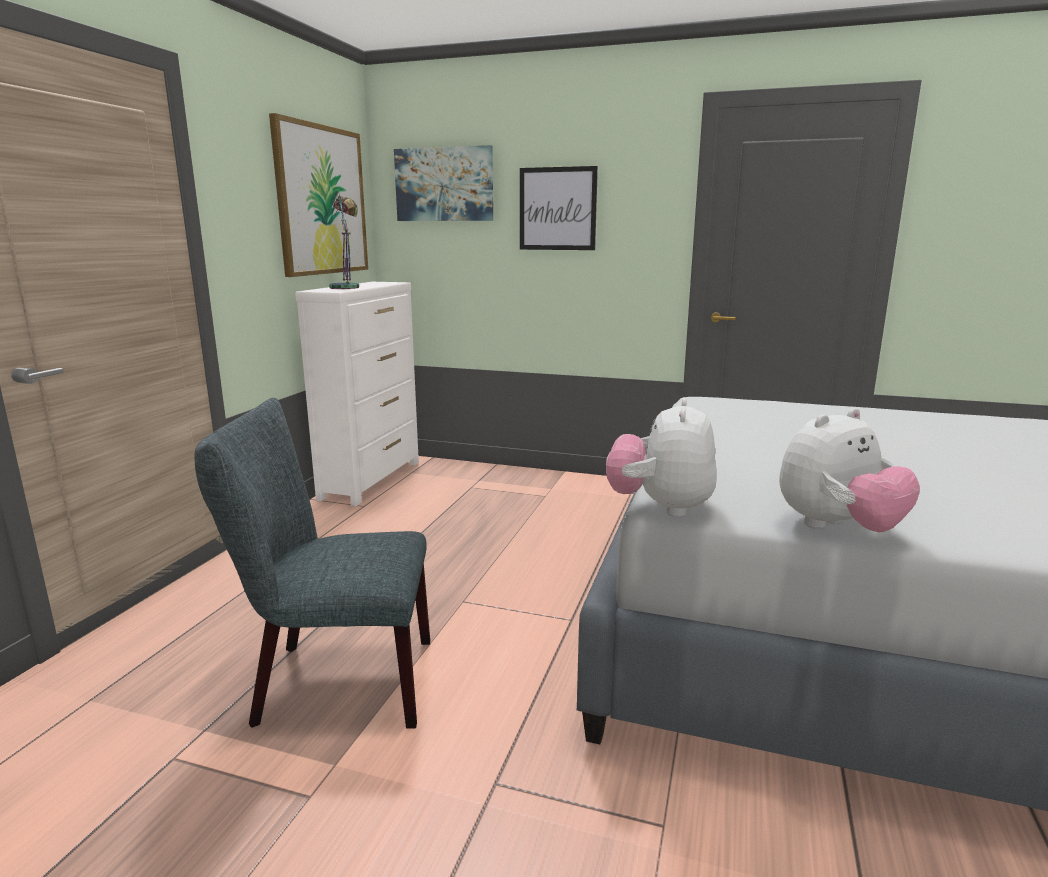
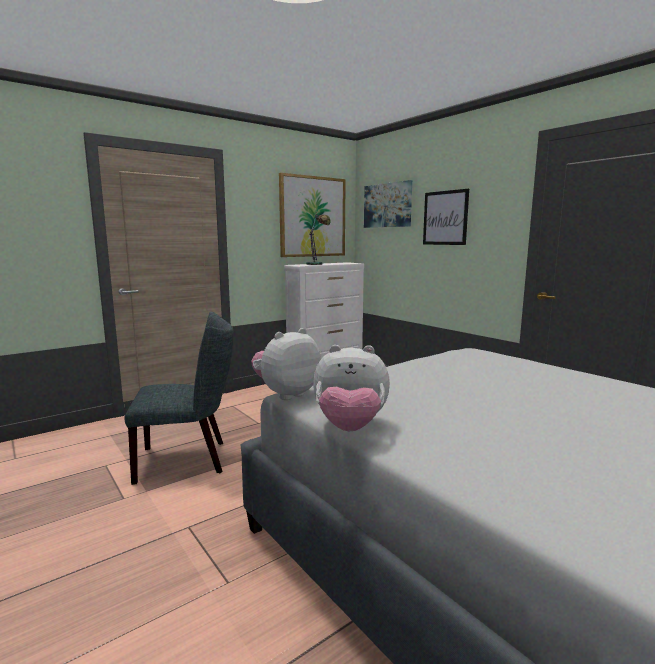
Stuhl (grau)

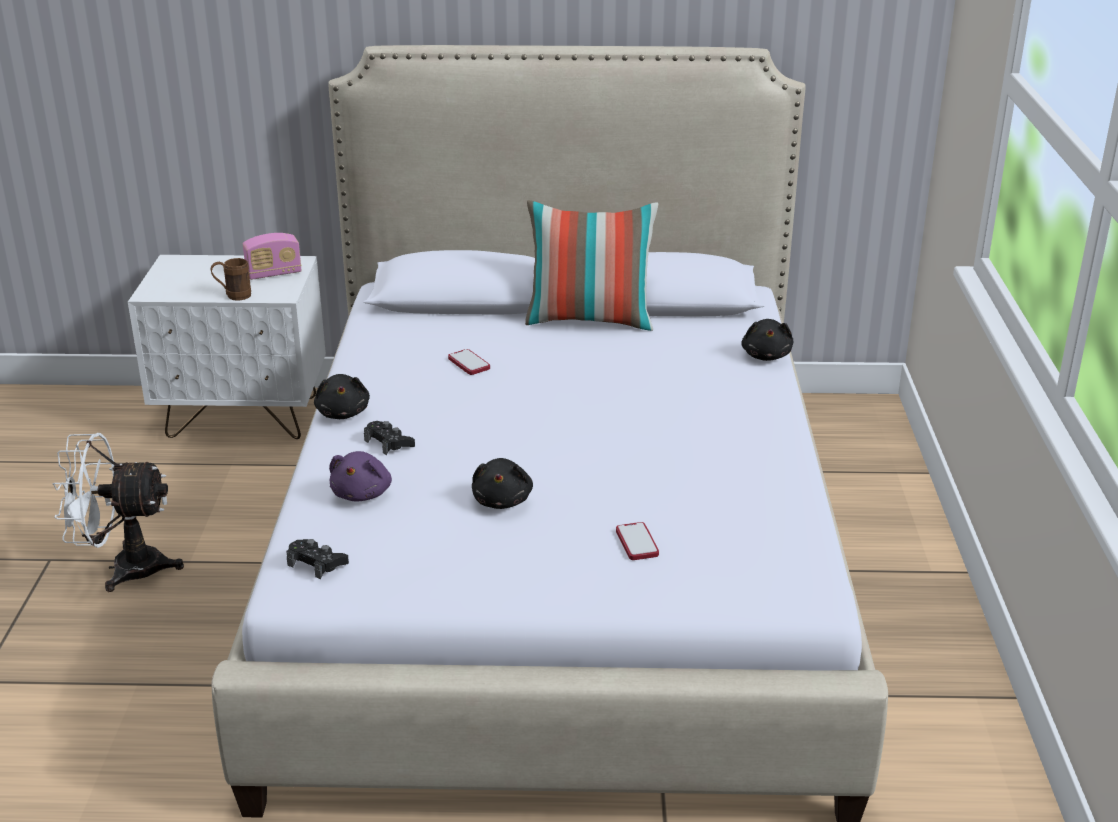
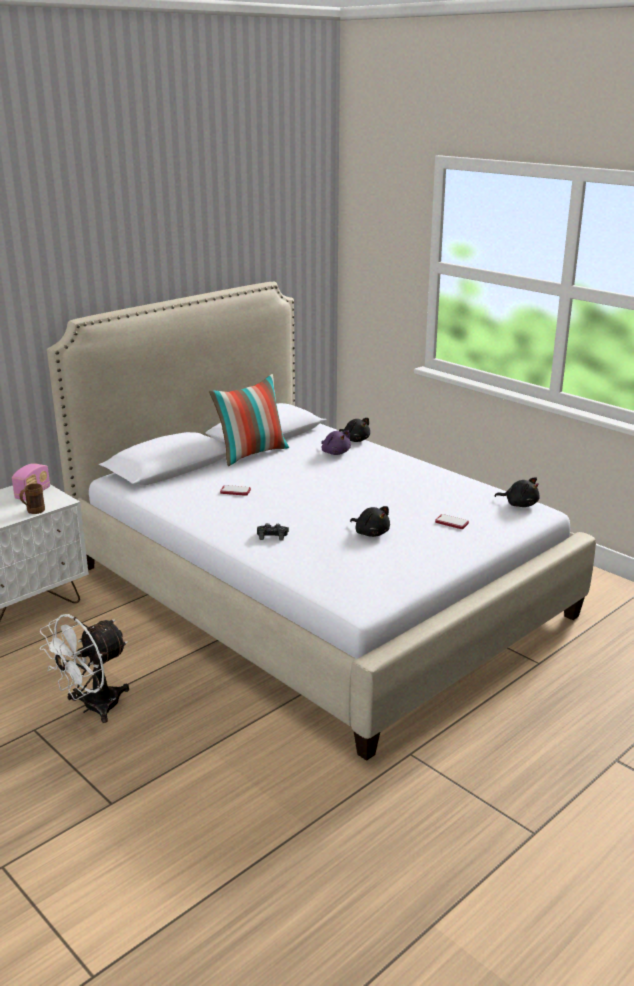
Gamepad (schwarz) (no. 1 from left in the first image)
Plüschtier (schwarz) (no. 3 from left)
Plüschtier (lila)

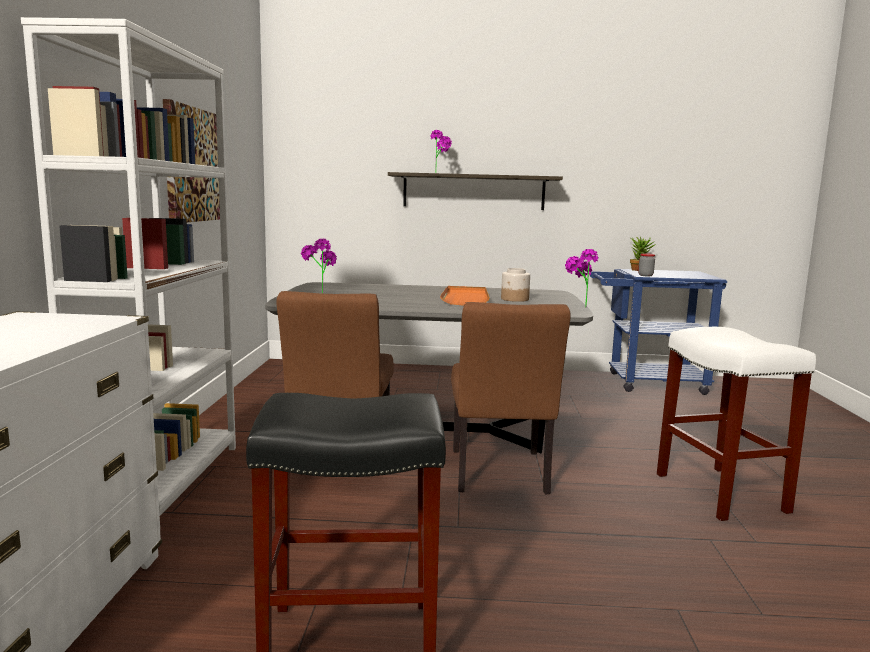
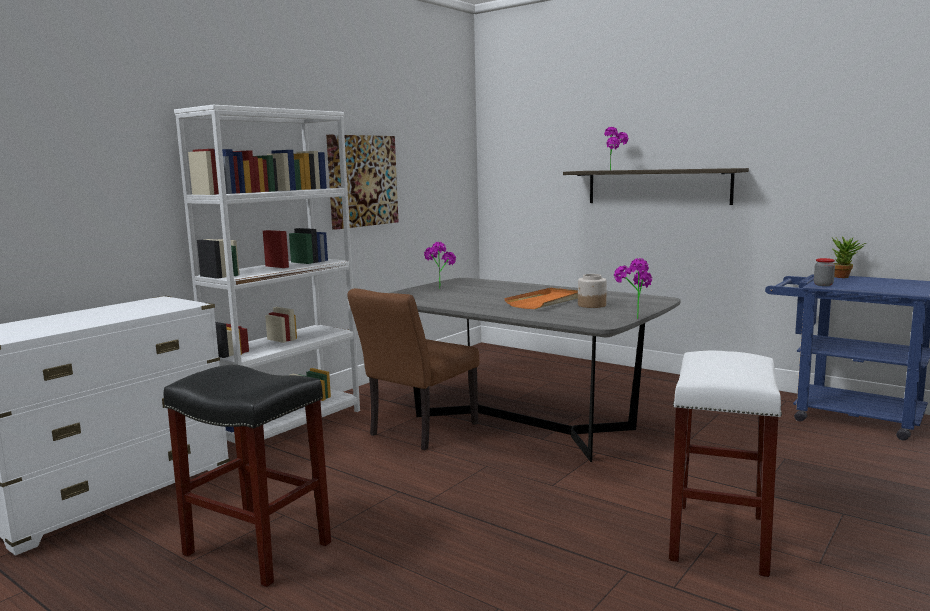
Stuhl (braun) (no. 2 from left in the first image)

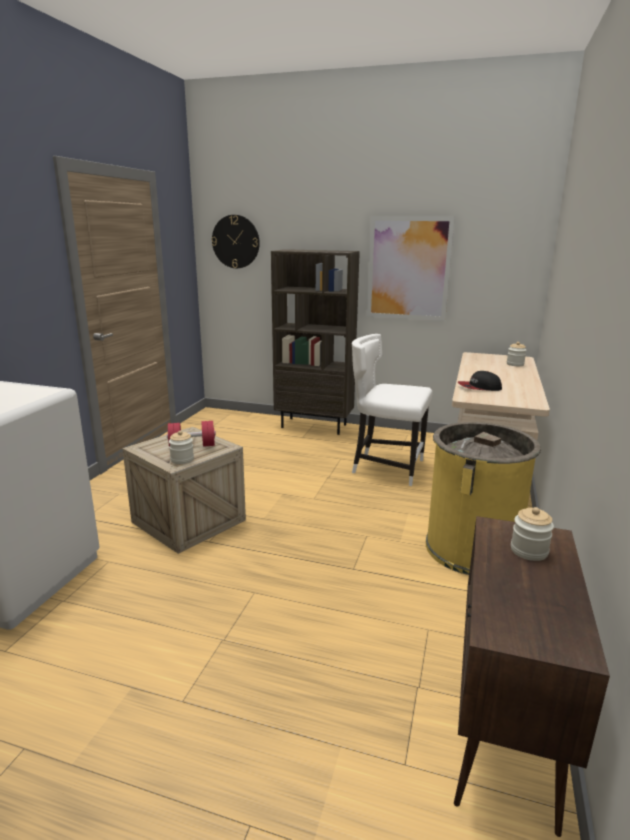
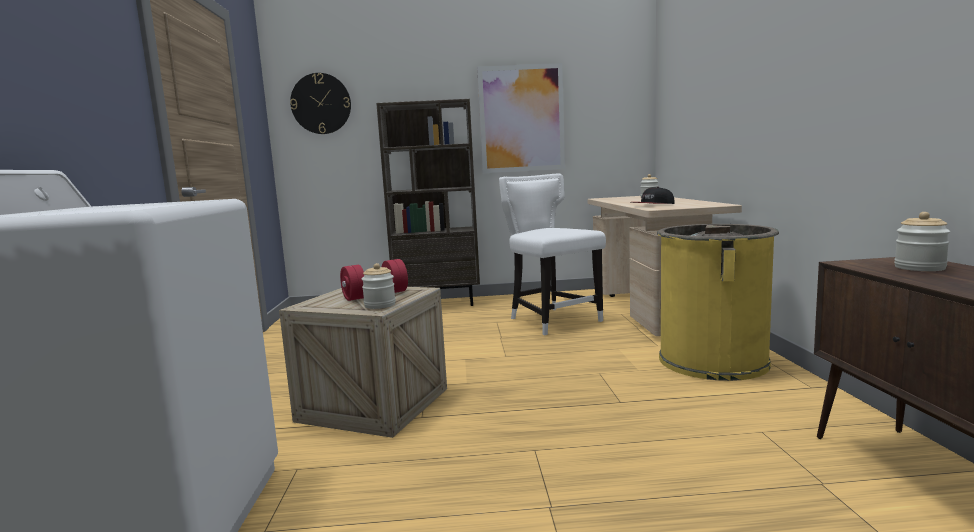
Stuhl (weiß)

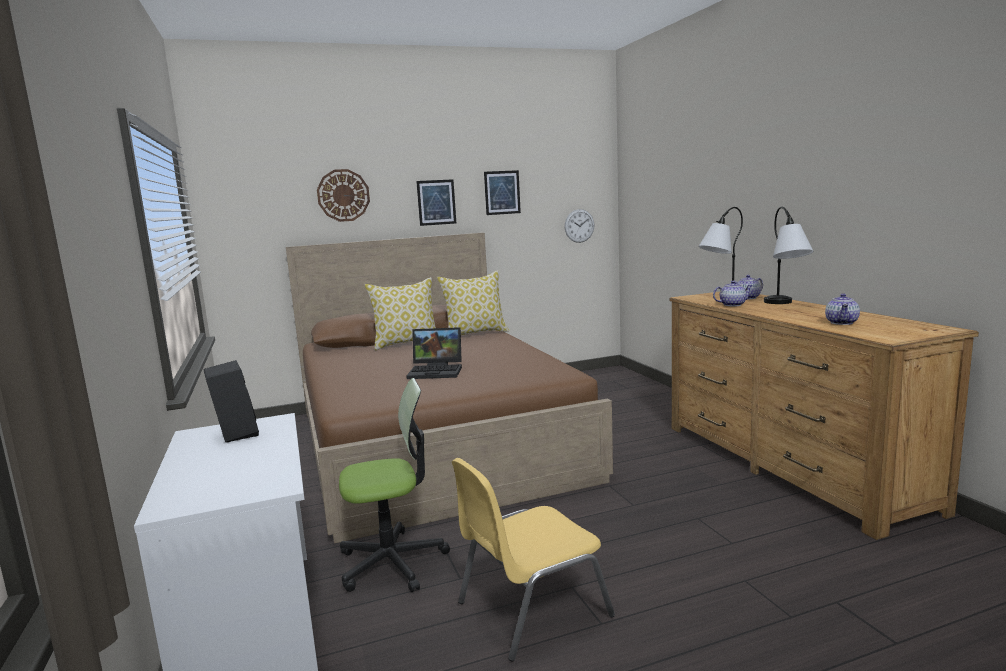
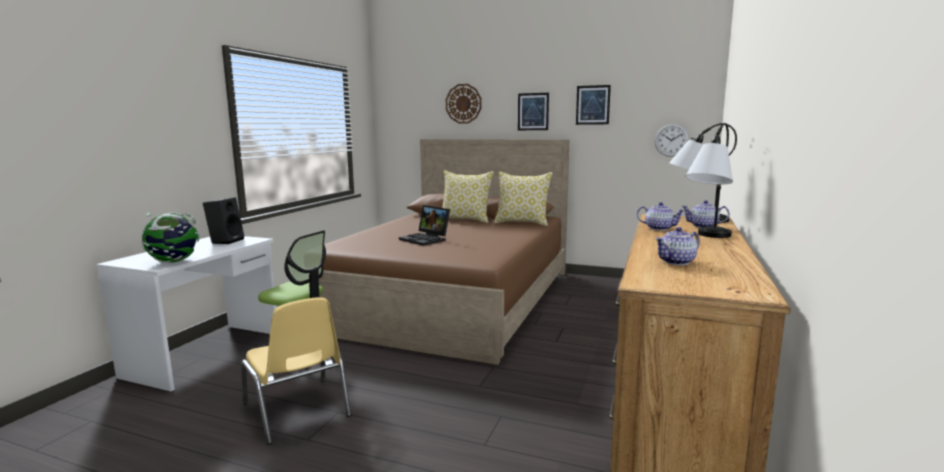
Globus
Stuhl (gelb)

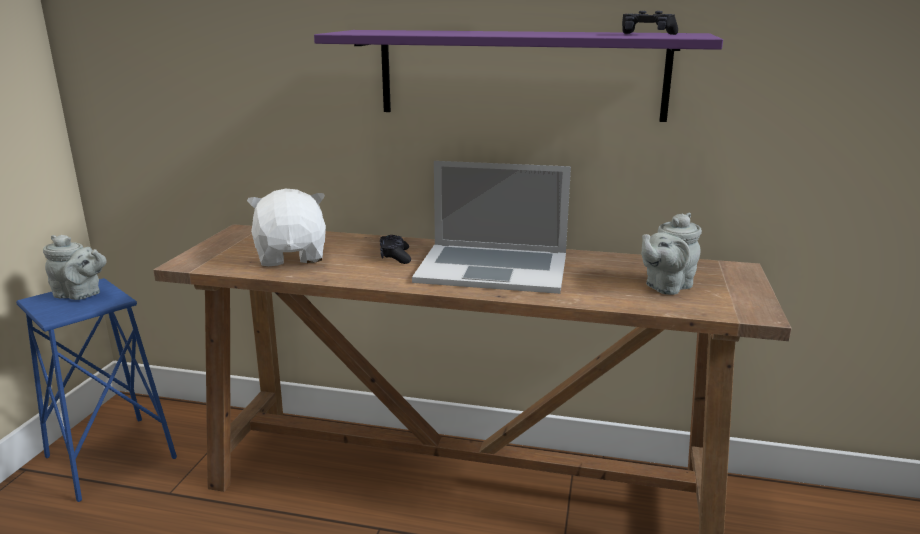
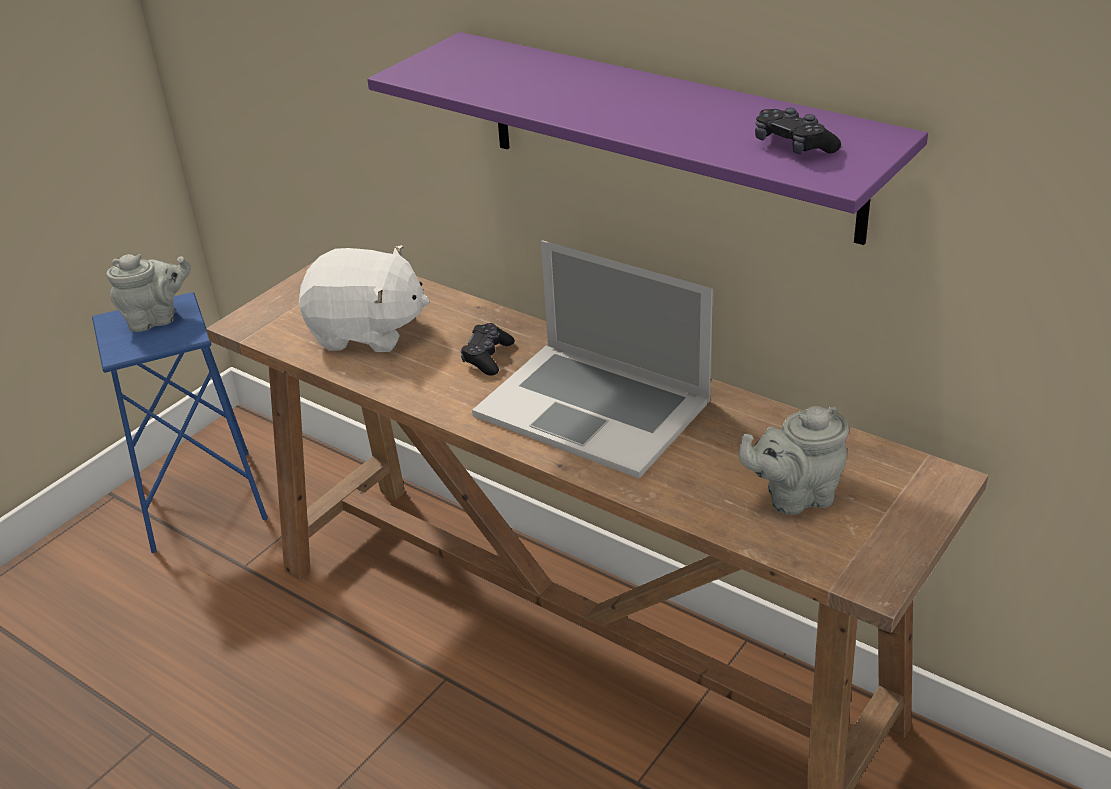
Teekanne (grau) (no. 1 from left)
Plüschtier (weiß)

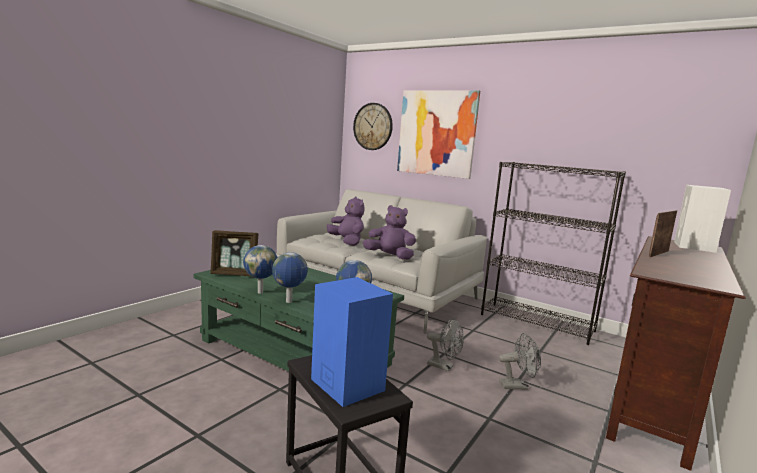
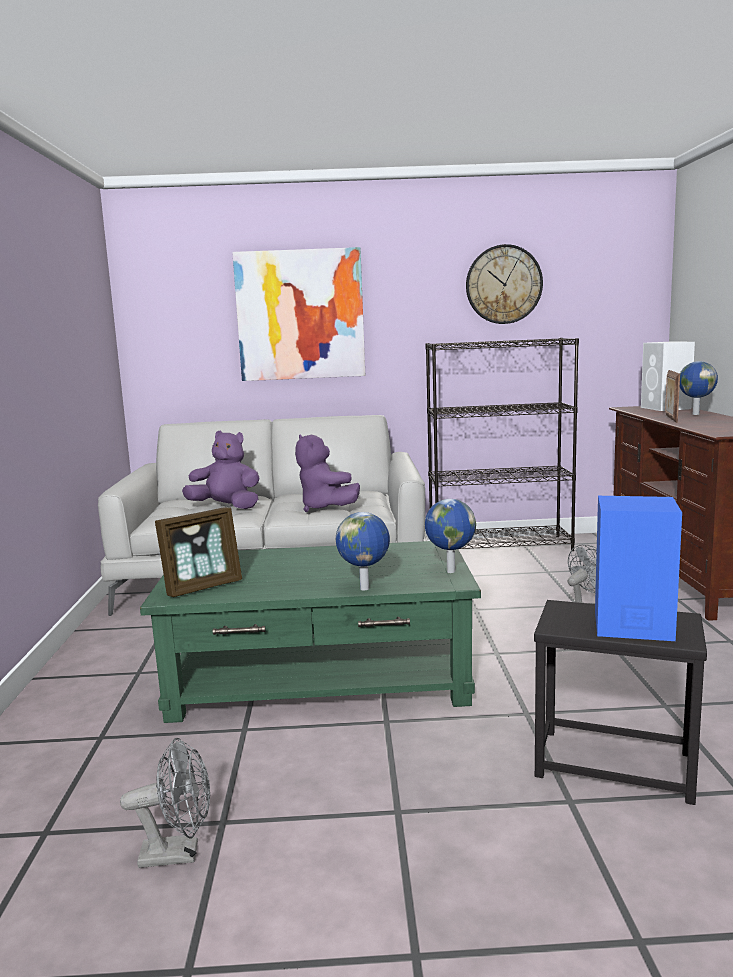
Globus (no. 3 from left)
Wanduhr
Ventilator (grau) (no. 1 from left)
Plüschtier (lila) (no. 2 from left)

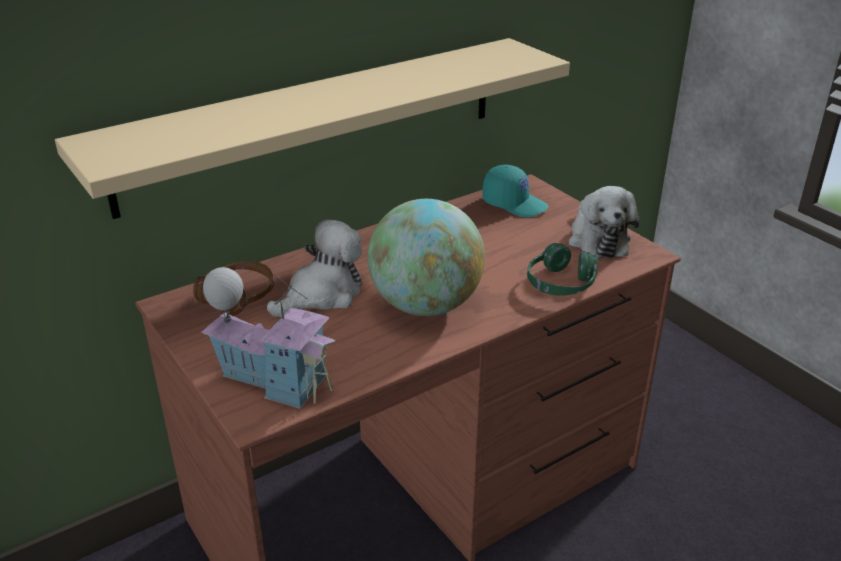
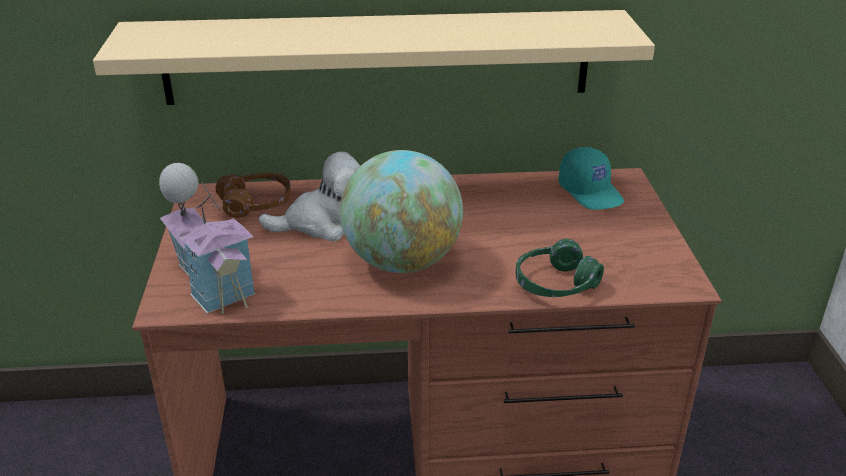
Plüschtier (no. 2 from left in the first image)

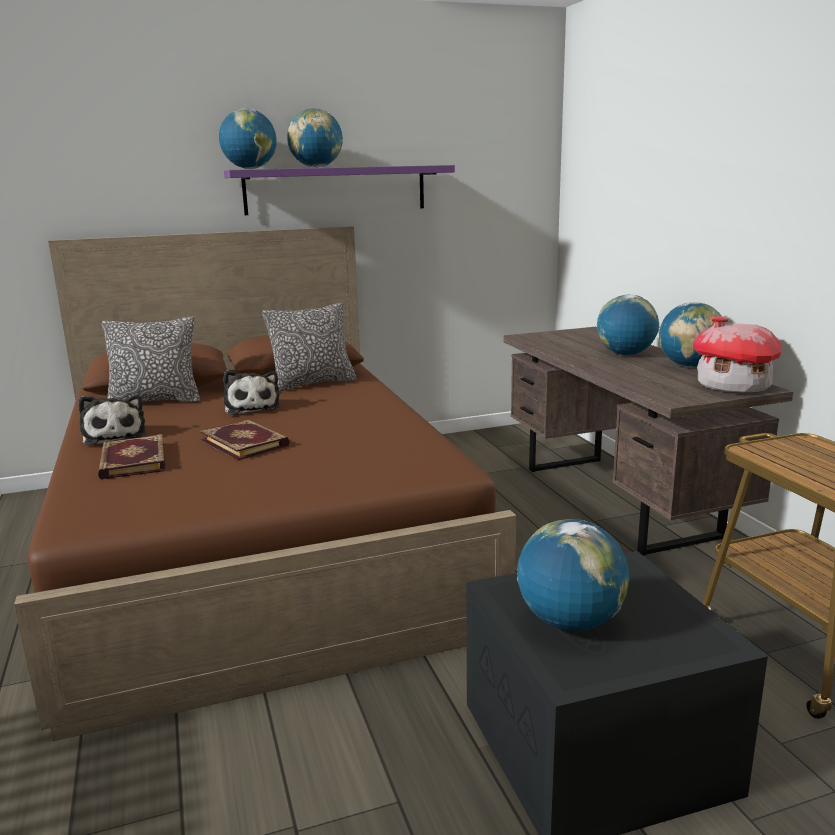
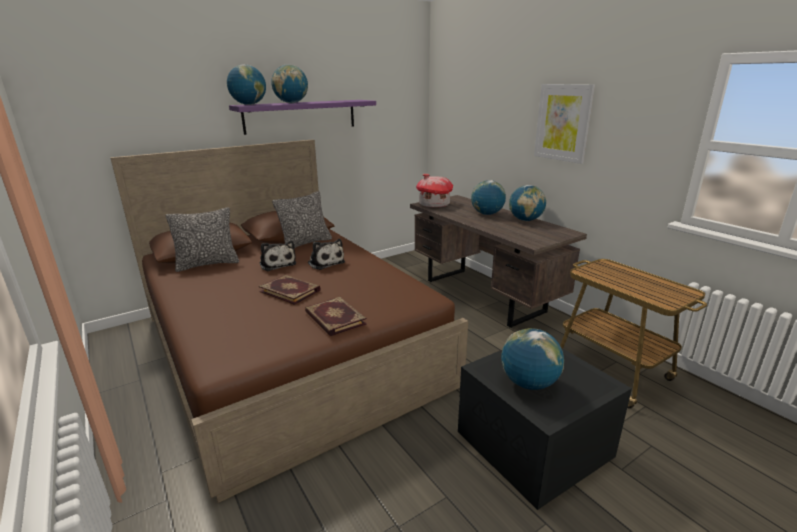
Bild
Plüschtier (no. 2 from left)
Buch (no. 2 from left)
Spielzeughaus

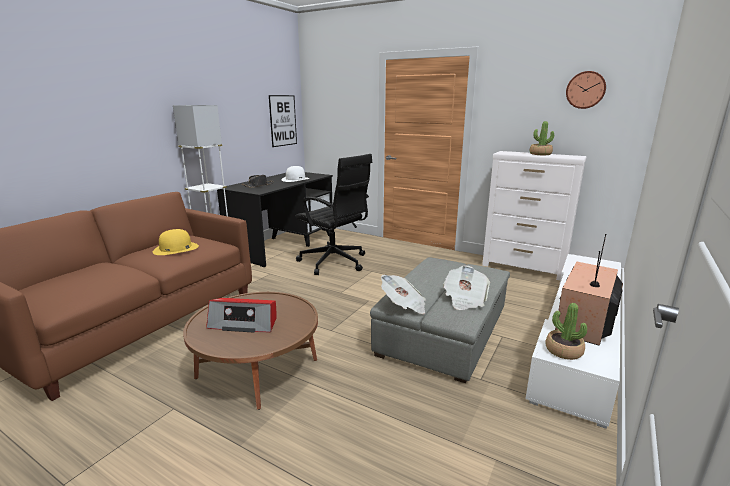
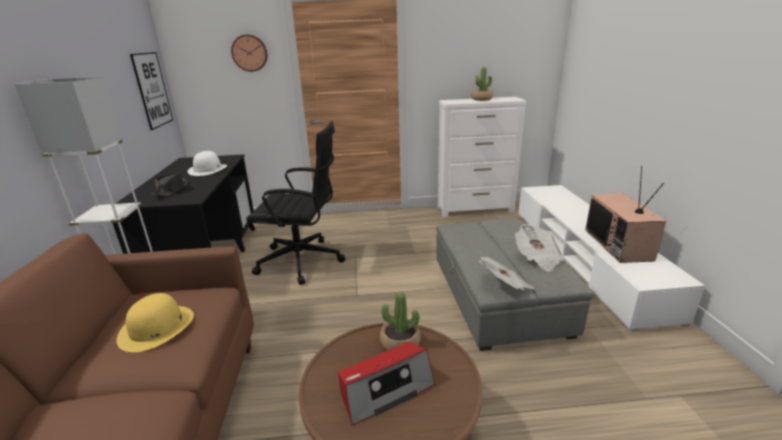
Topfpflanze (no. 1 from left)
Wanduhr

